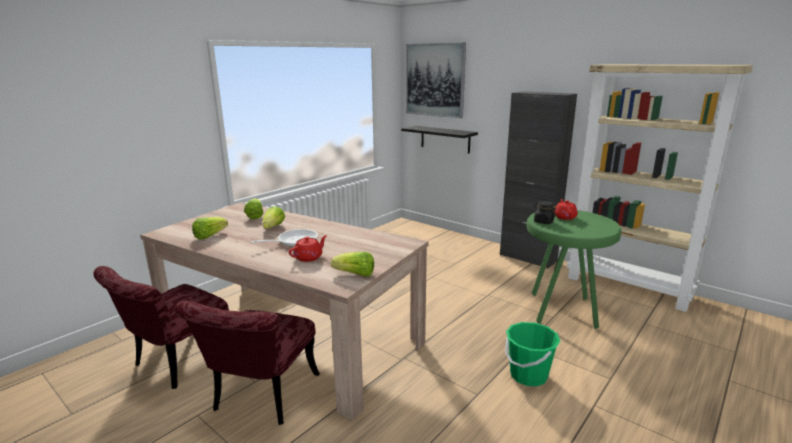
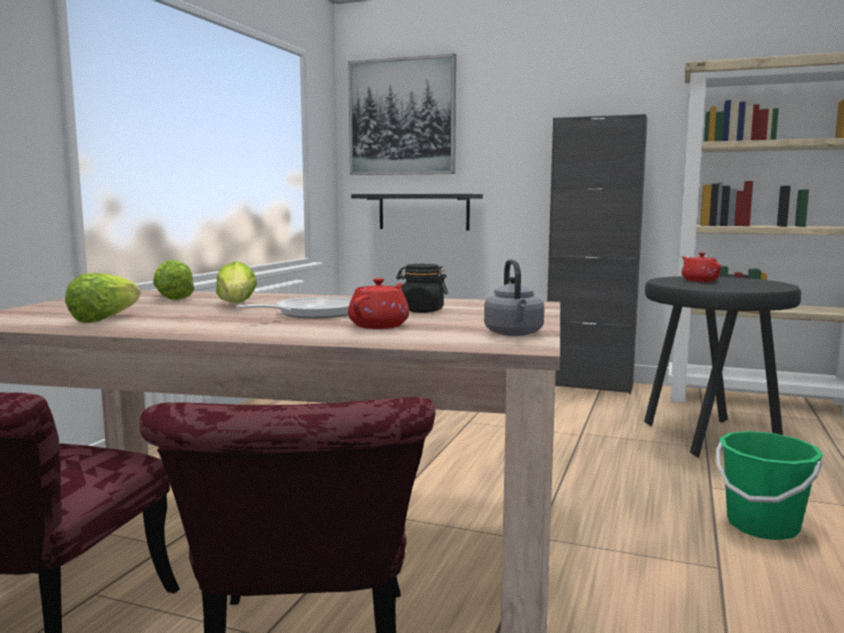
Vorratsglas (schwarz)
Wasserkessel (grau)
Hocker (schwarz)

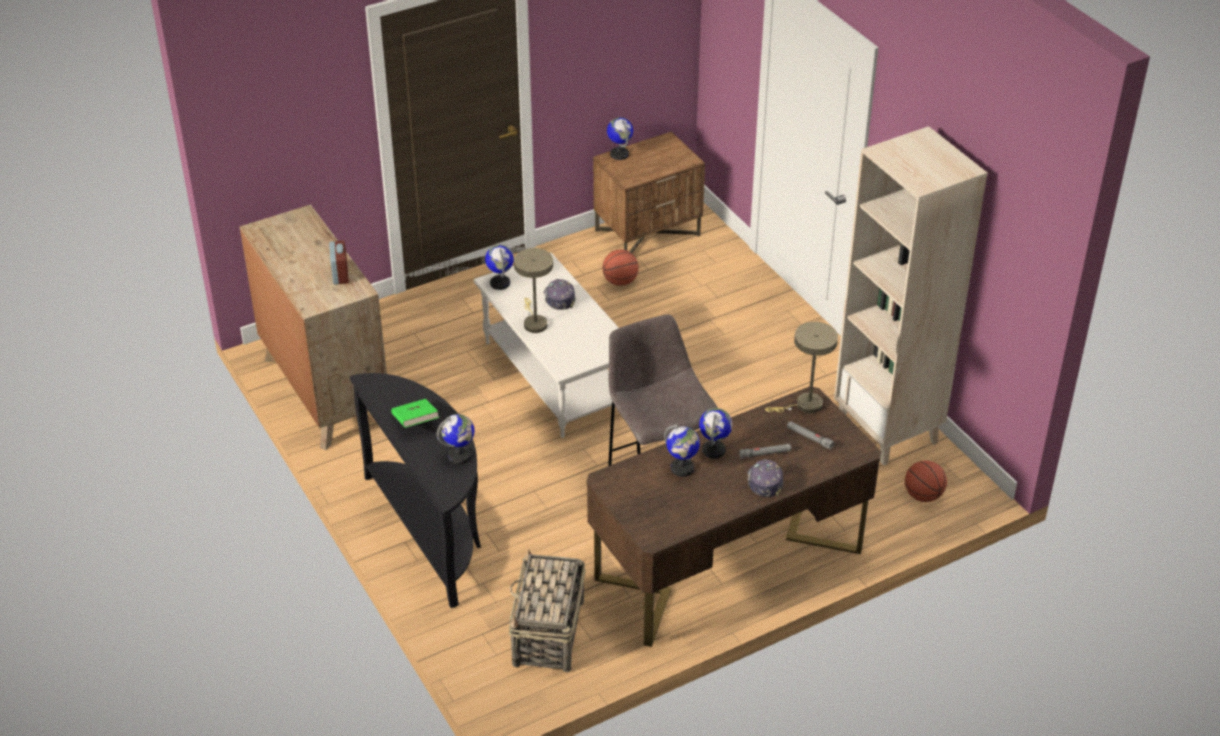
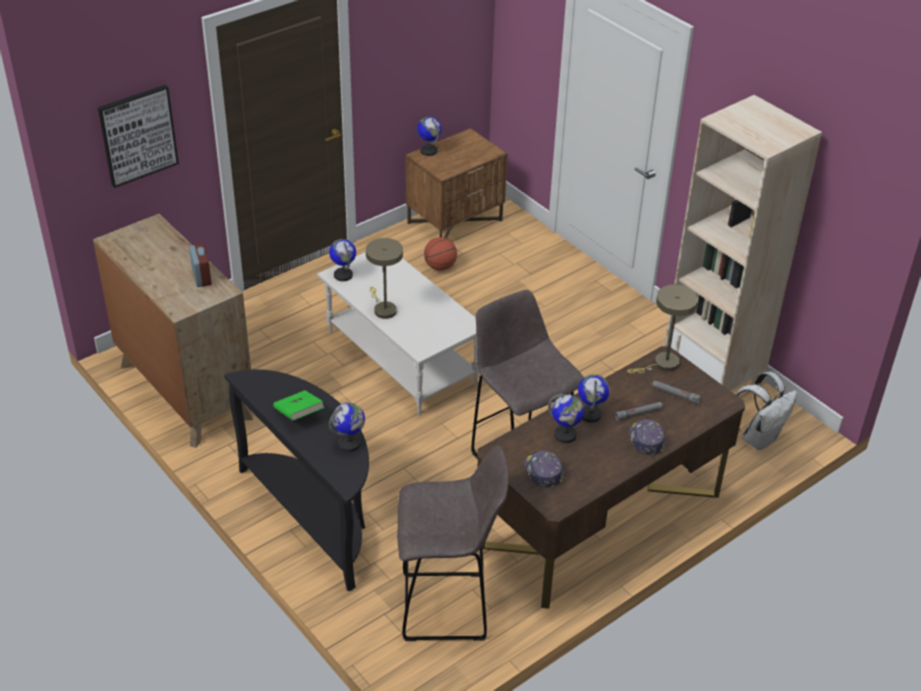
Bild
Kappe (no. 1 from left)
Hocker (grau) (no. 1 from left)
Rucksack (weiß)

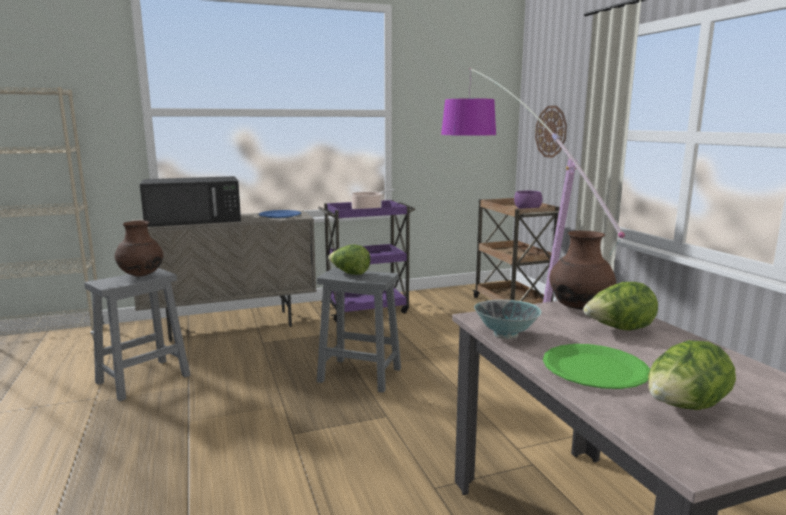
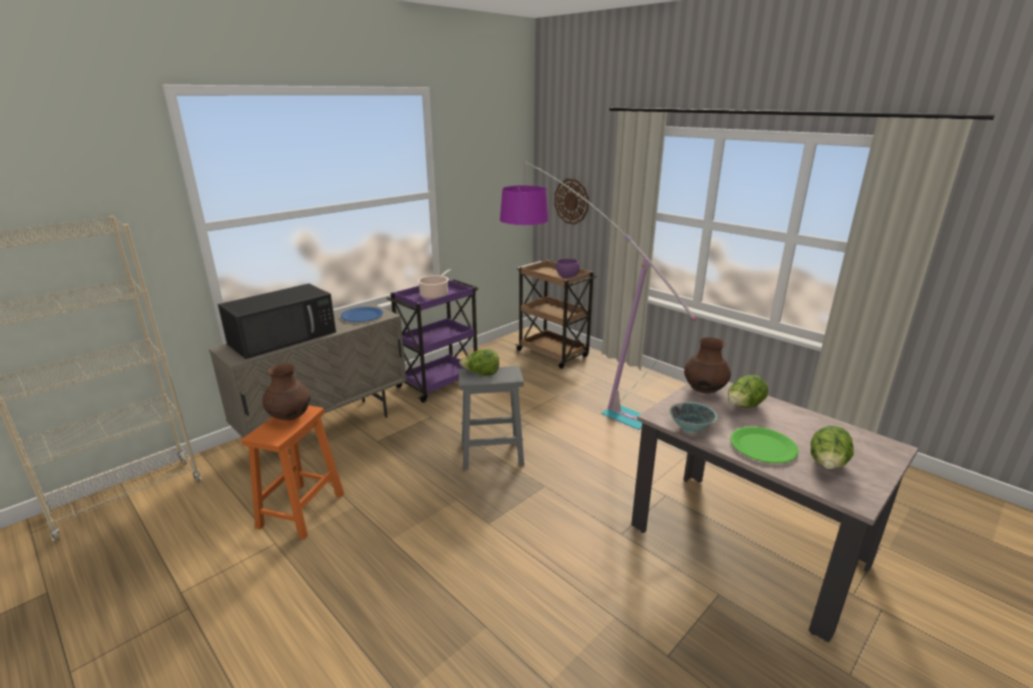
Hocker (orange)

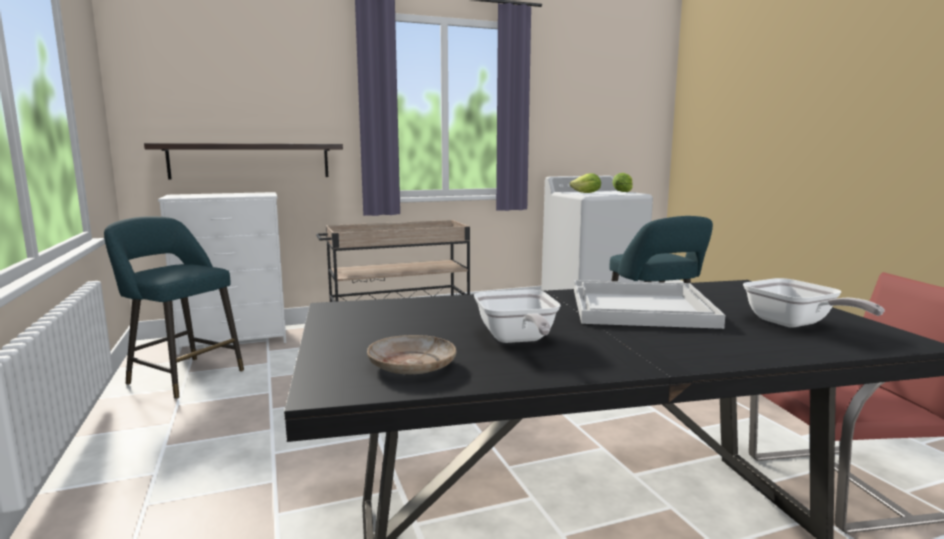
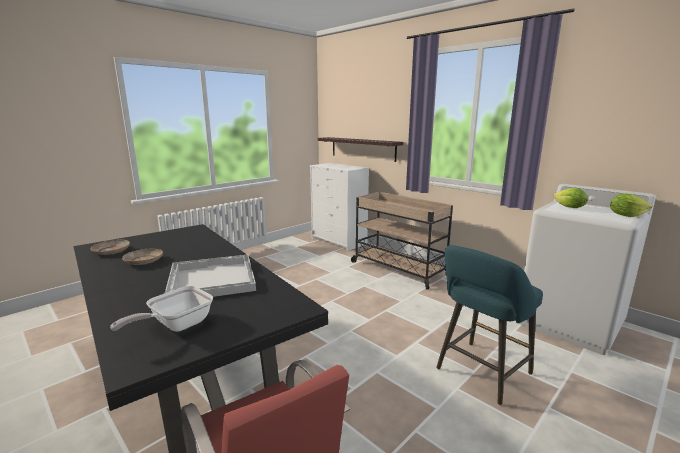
Hocker (türkis) (no. 1 from left in the first image)
Teller (beige) (no. 2 from left)

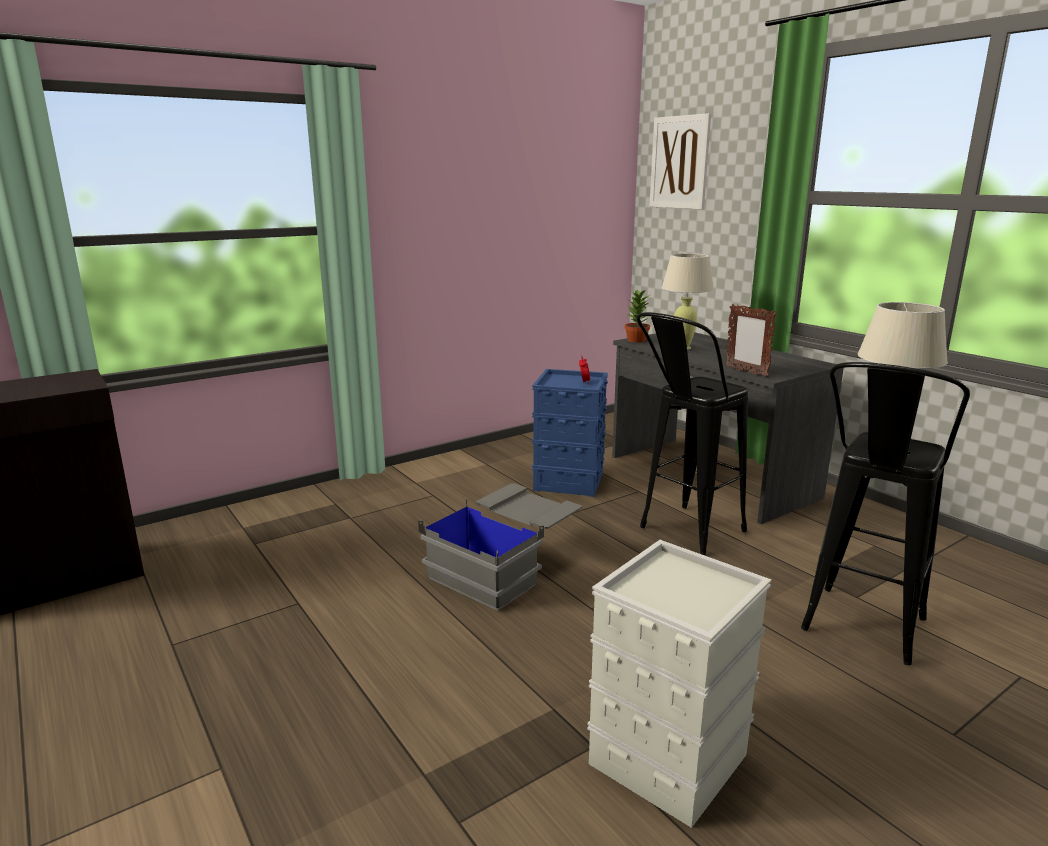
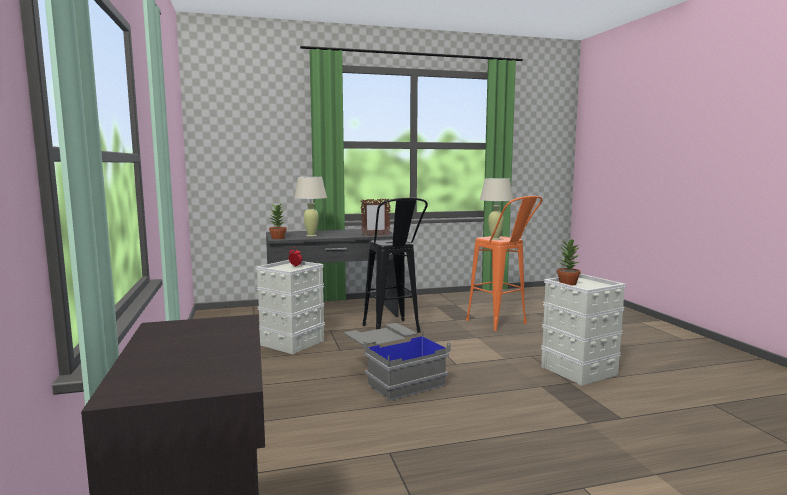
Bild
Topfpflanze (no. 2 from left)
Aufbewahrungsbox (grau) (no. 1 from left)
Hocker (orange)

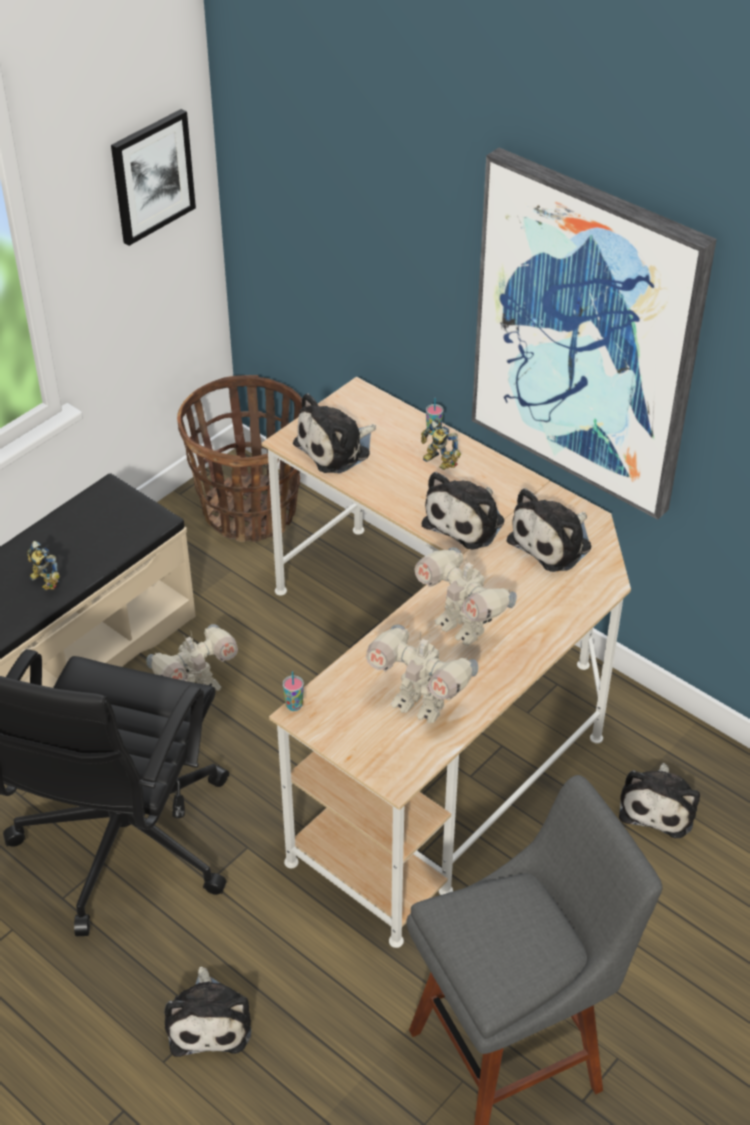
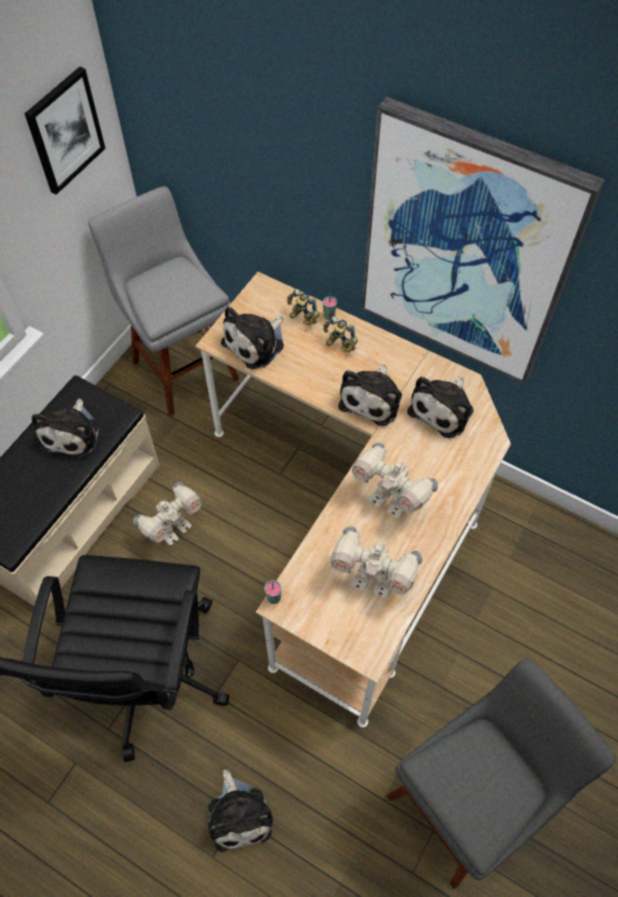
Spielzeugroboter (no. 2 from left)
Plüschtier (no. 1 from left)
Hocker (grau) (no. 1 from left)

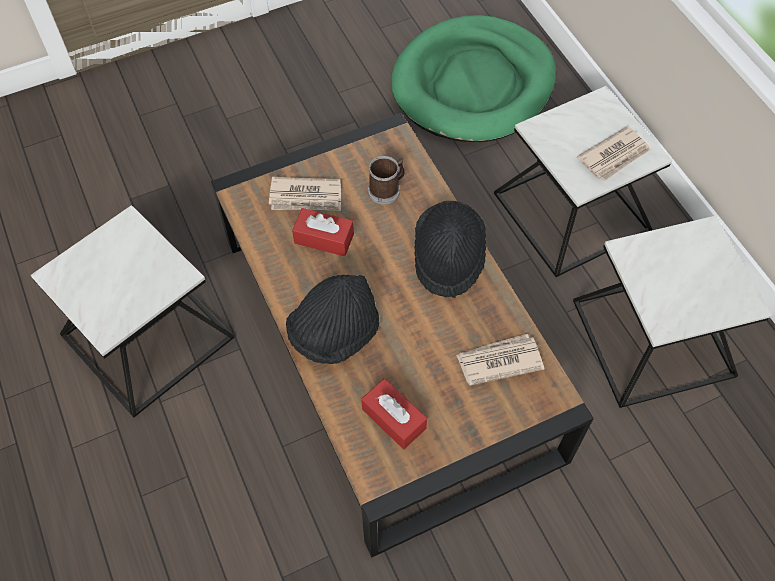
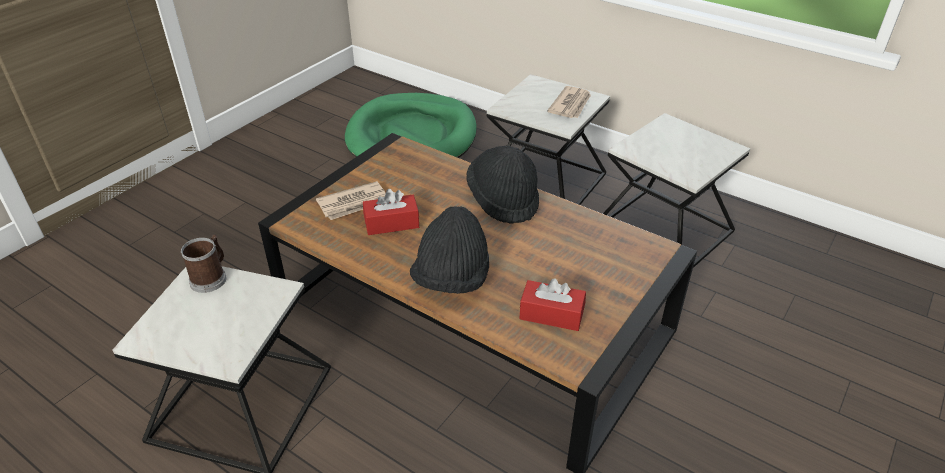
Zeitung (no. 2 from left in the first image)
Henkelbecher

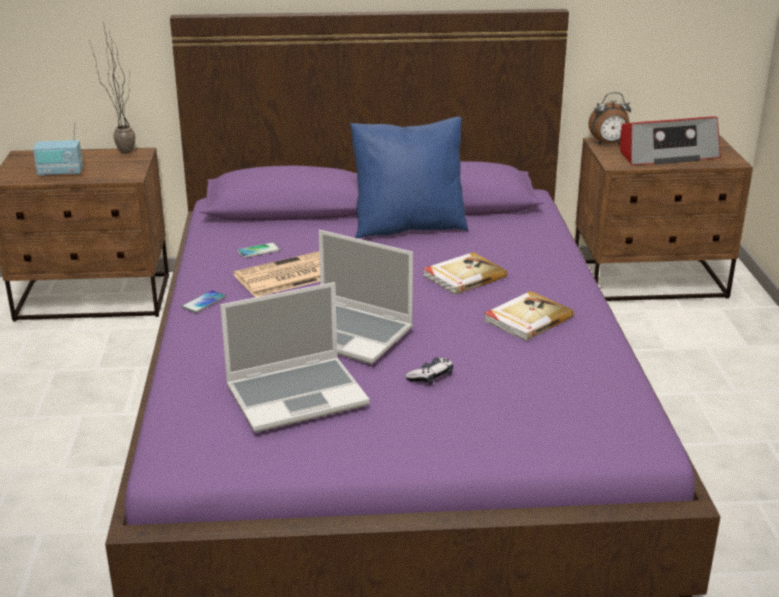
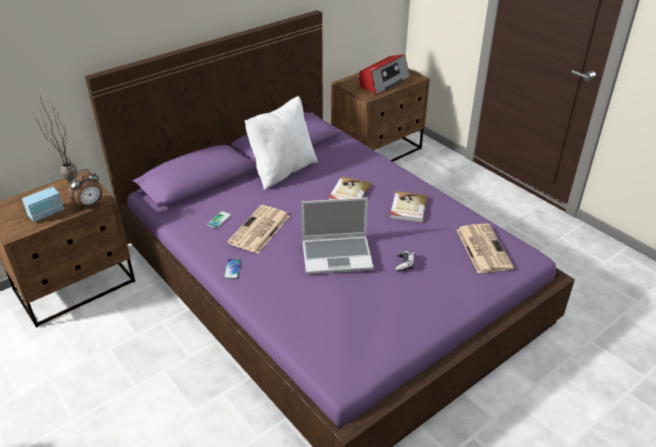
Laptop (no. 1 from left in the first image)
Zeitung (no. 2 from left)
Wecker
Kissen (weiß)

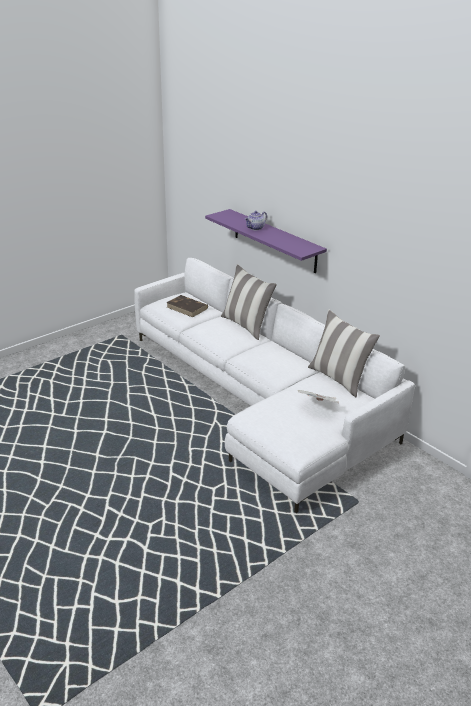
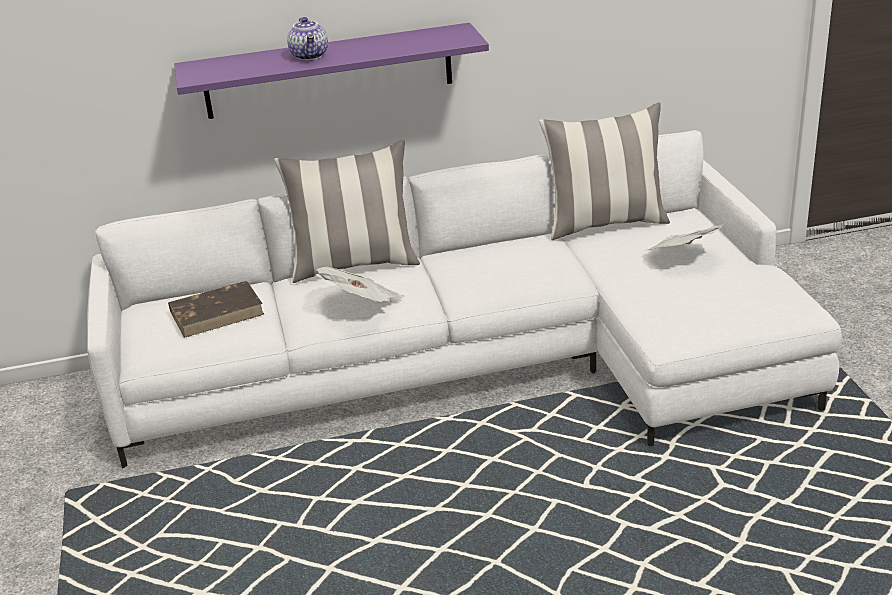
Zeitung (no. 1 from left)

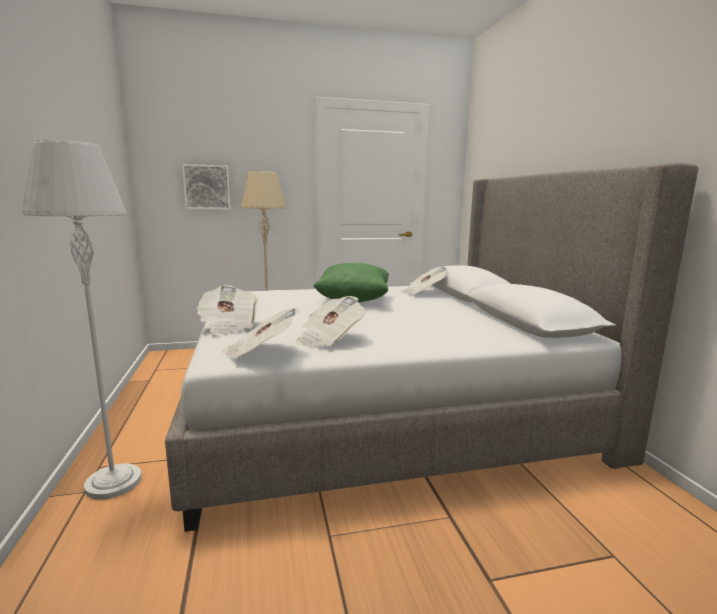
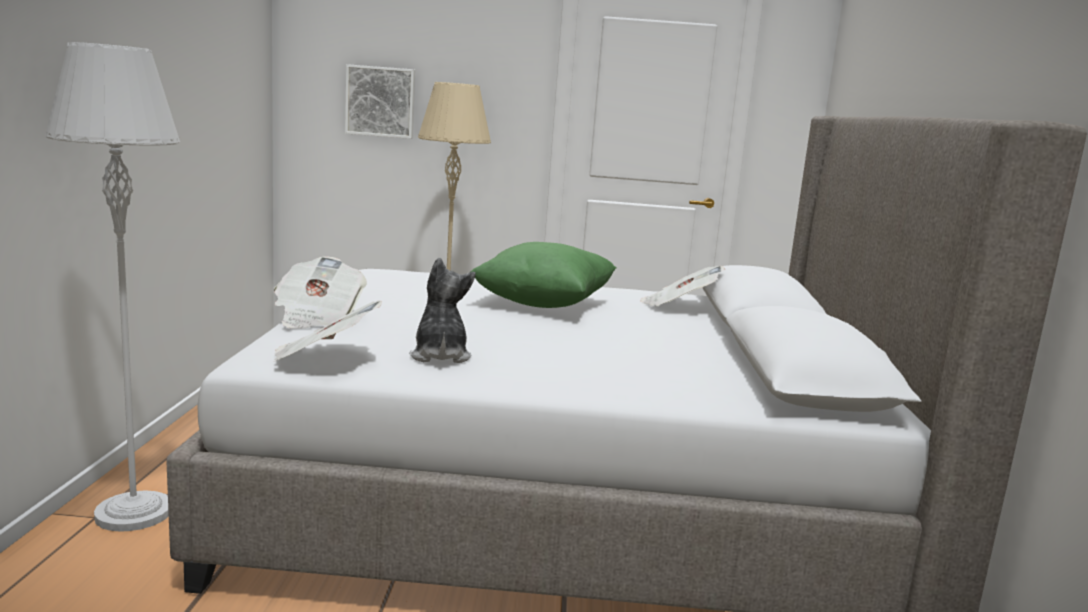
Plüschtier

